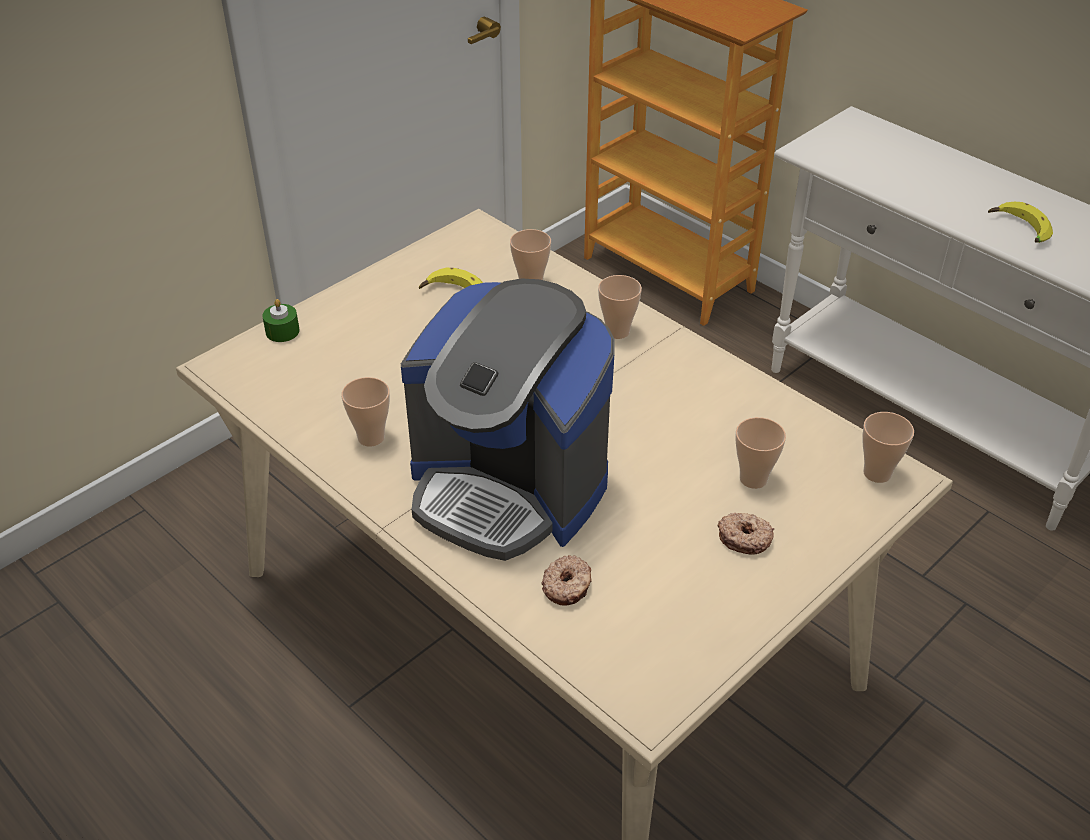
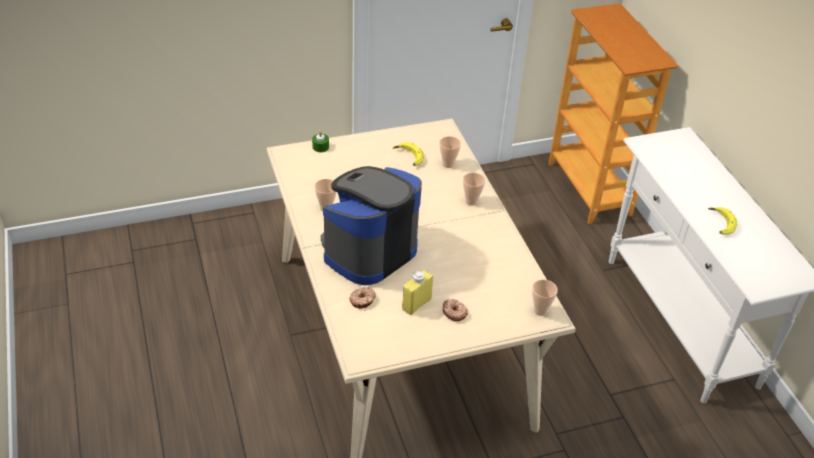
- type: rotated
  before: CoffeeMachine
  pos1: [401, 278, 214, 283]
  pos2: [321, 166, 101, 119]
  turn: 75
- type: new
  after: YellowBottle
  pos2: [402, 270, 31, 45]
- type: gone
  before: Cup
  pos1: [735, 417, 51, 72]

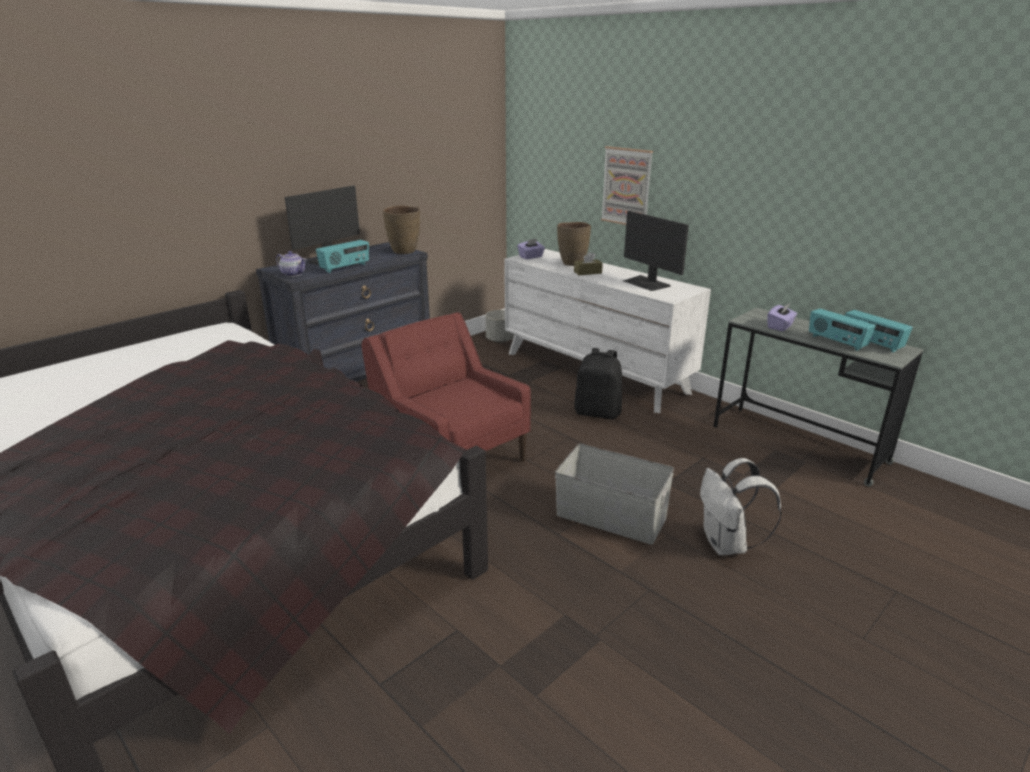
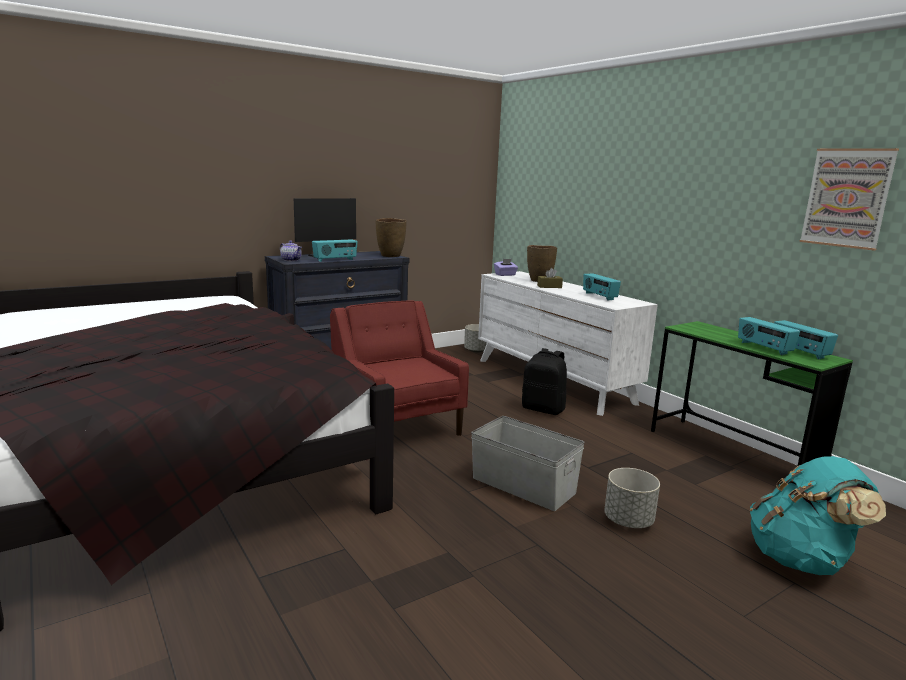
- type: swapped
  before: Monitor
  after: Radio
  pos1: [623, 211, 66, 80]
  pos2: [583, 273, 38, 27]
- type: swapped
  before: WhiteBackpack
  after: GreyPlanter
  pos1: [700, 458, 82, 97]
  pos2: [604, 468, 56, 60]
- type: repainted
  before: GreyDesk
  after: GreenDesk
  pos1: [714, 308, 209, 179]
  pos2: [651, 321, 202, 145]
- type: new
  after: TurquoiseBackpack
  pos2: [750, 456, 136, 119]
- type: shifted
  before: Picture
  pos1: [601, 146, 52, 79]
  pos2: [799, 148, 100, 102]
- type: gone
  before: PurpleTissueBox
  pos1: [768, 303, 29, 28]

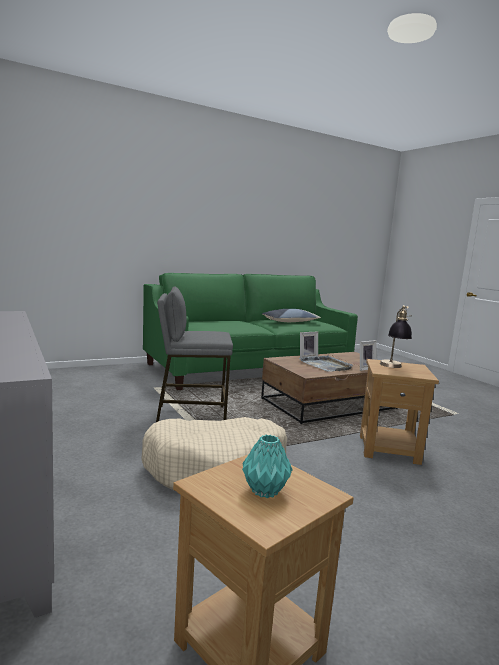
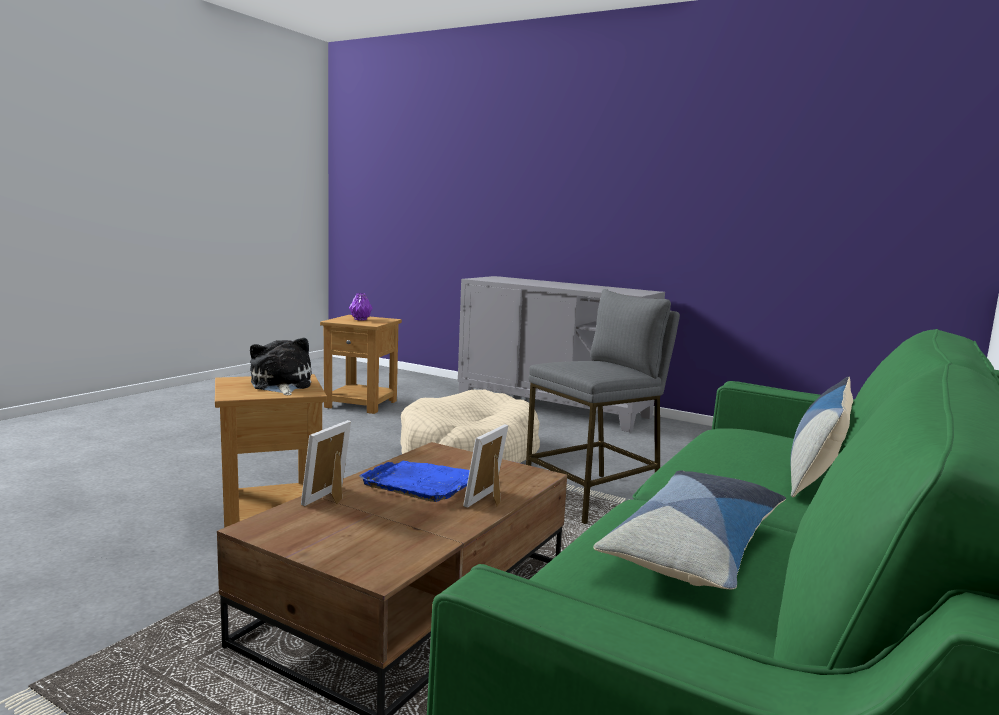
- type: swapped
  before: TableLamp
  after: PlushToy
  pos1: [380, 305, 32, 63]
  pos2: [250, 338, 62, 57]
- type: repainted
  before: TurquoiseVase
  after: PurpleVase
  pos1: [242, 435, 51, 63]
  pos2: [349, 293, 24, 28]
- type: repainted
  before: GreyTray
  after: BlueTray
  pos1: [299, 355, 54, 17]
  pos2: [359, 461, 111, 41]
- type: new
  after: Pillow
  pos2: [790, 376, 63, 121]

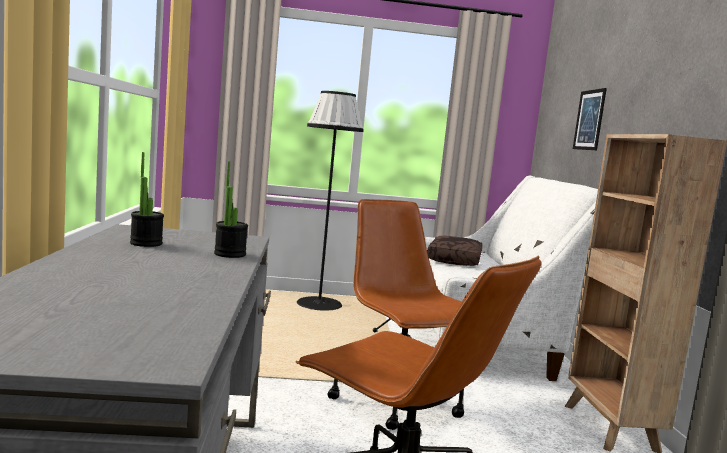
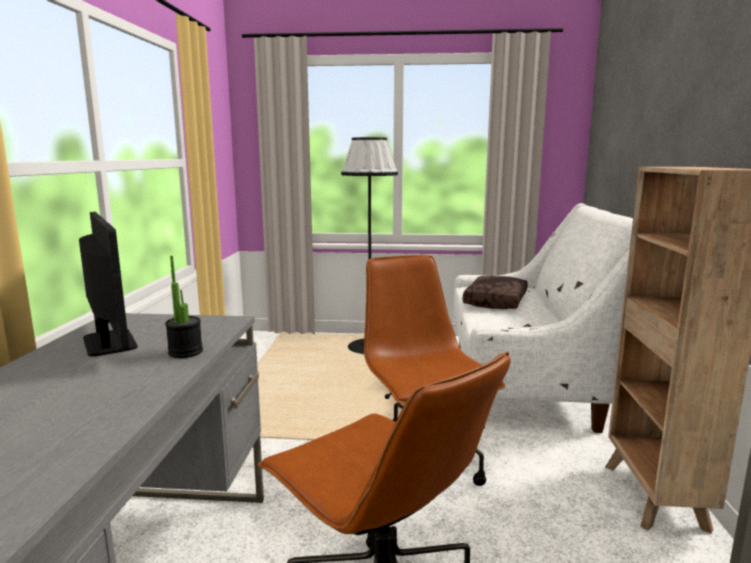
- type: swapped
  before: PottedPlant
  after: Monitor
  pos1: [130, 152, 34, 95]
  pos2: [79, 212, 58, 145]
- type: gone
  before: Picture
  pos1: [573, 88, 34, 62]

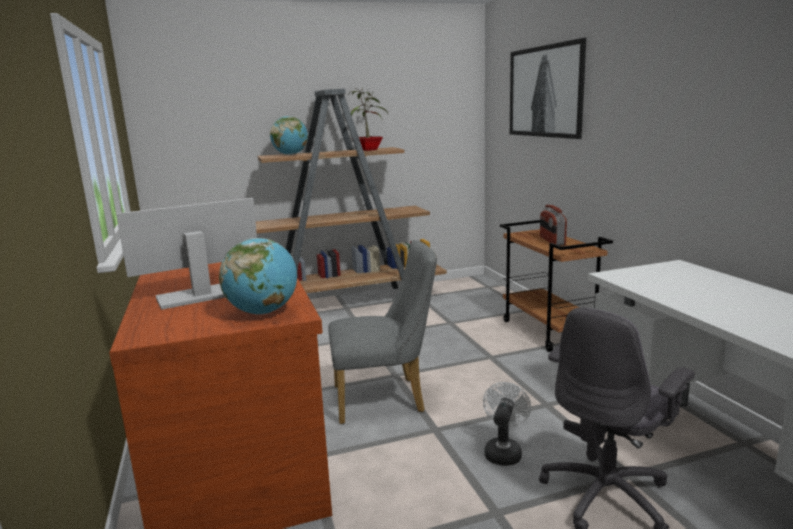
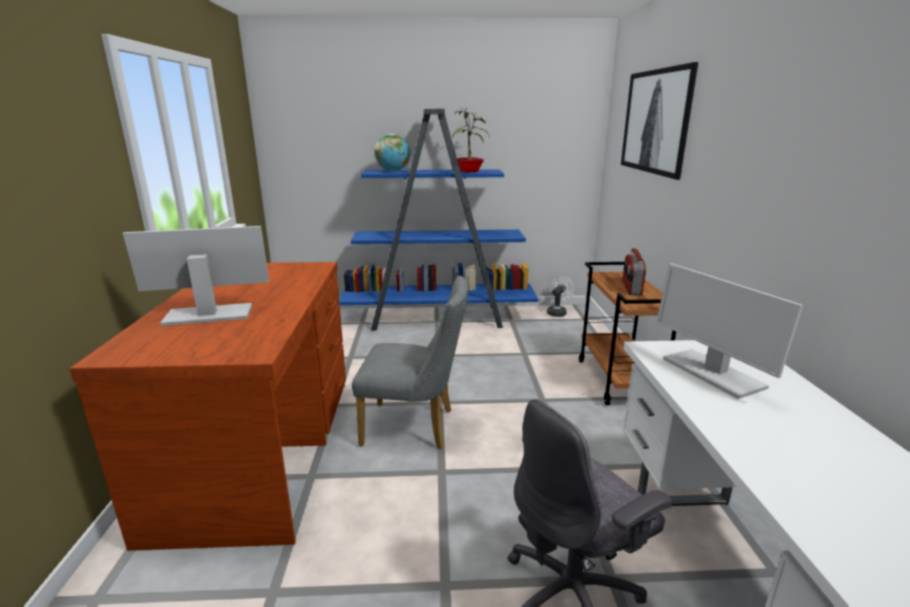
- type: repainted
  before: BrownBookcase
  after: BlueBookcase
  pos1: [256, 89, 191, 204]
  pos2: [338, 109, 200, 221]
- type: shifted
  before: WhiteFan
  pos1: [483, 382, 48, 84]
  pos2: [547, 276, 27, 41]
- type: new
  after: Monitor
  pos2: [656, 263, 147, 136]
- type: gone
  before: Globe
  pos1: [219, 238, 78, 77]

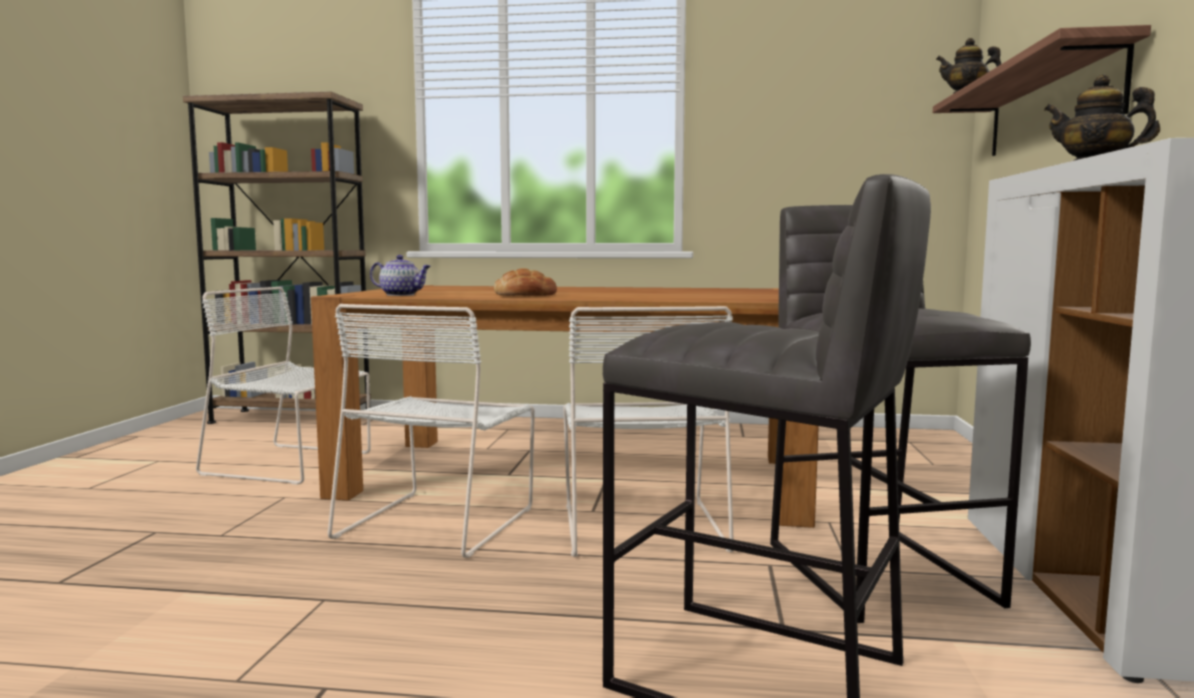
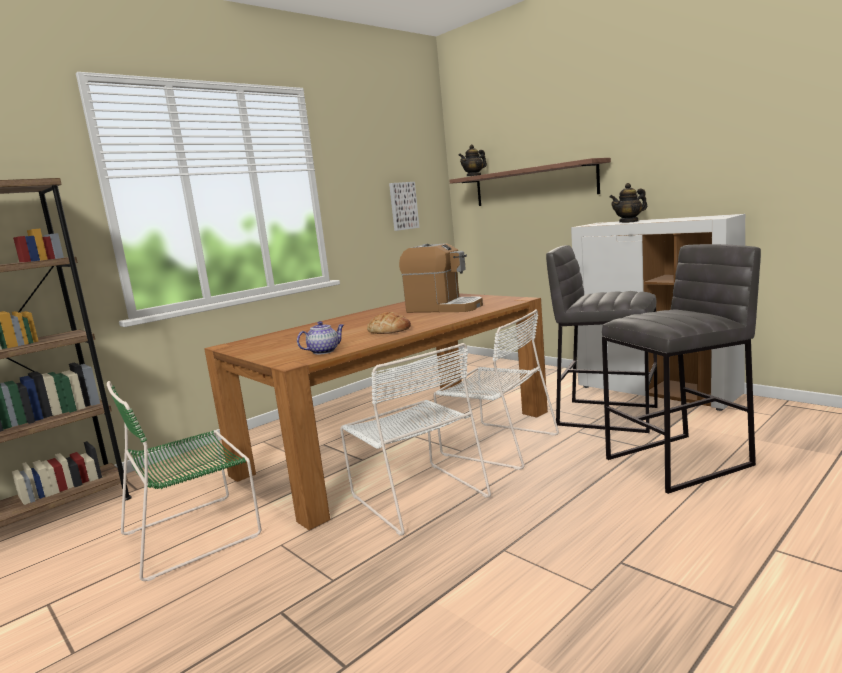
- type: repainted
  before: WhiteChair
  after: GreenChair
  pos1: [196, 287, 175, 198]
  pos2: [107, 381, 154, 200]
- type: new
  after: Picture
  pos2: [389, 182, 31, 49]
- type: new
  after: CoffeeMachine
  pos2: [399, 243, 84, 70]

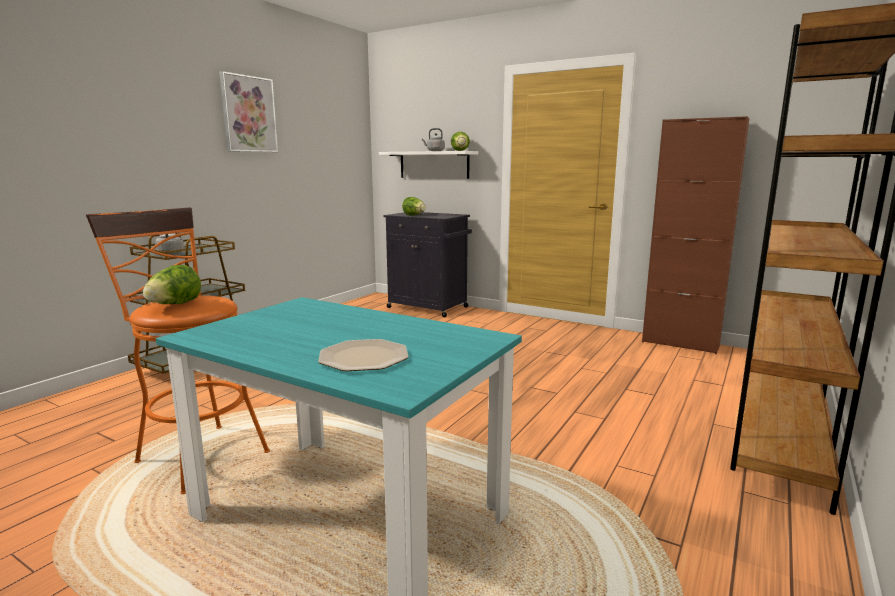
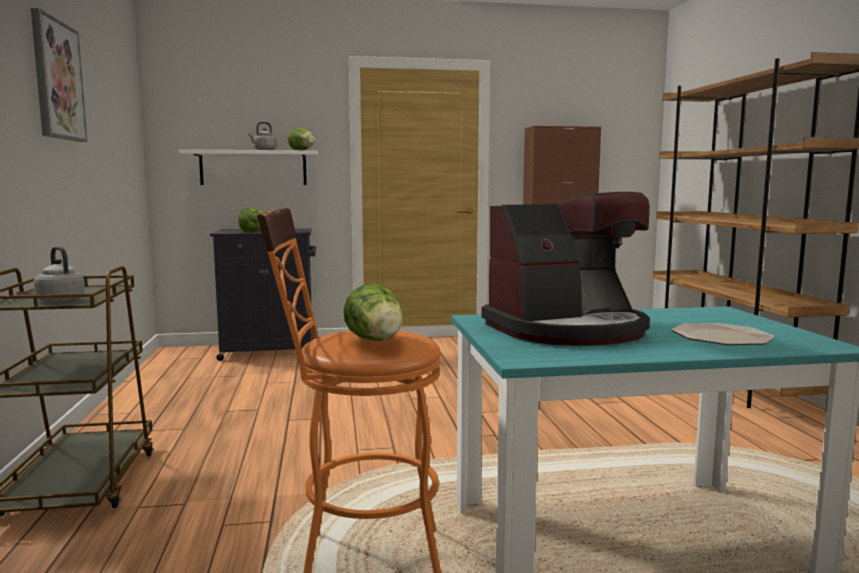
- type: new
  after: CoffeeMachine
  pos2: [481, 192, 169, 154]

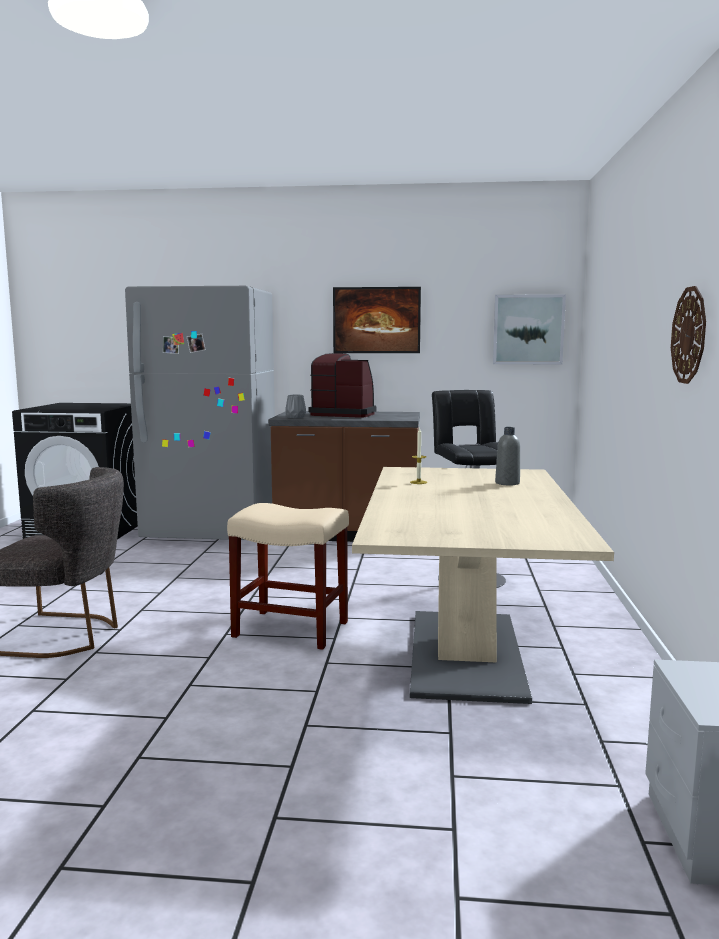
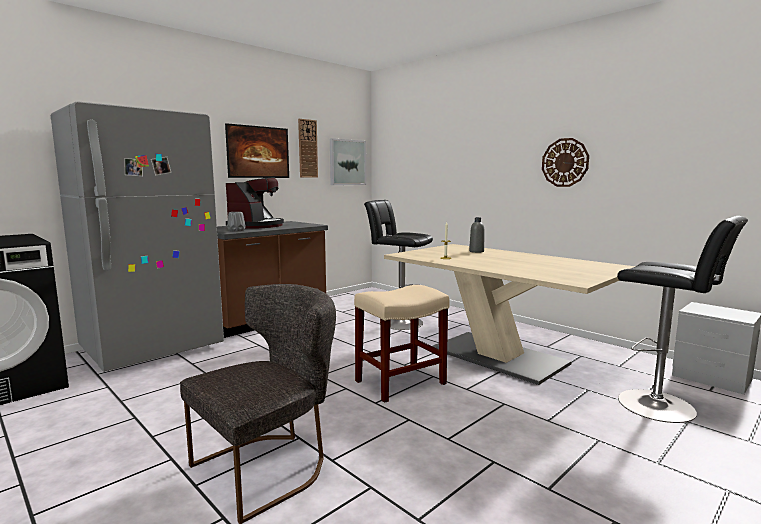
- type: rotated
  before: CoffeeMachine
  pos1: [309, 353, 67, 65]
  pos2: [226, 178, 58, 51]
  turn: 135
- type: new
  after: WallClock
  pos2: [298, 119, 20, 59]
- type: new
  after: BlackStool
  pos2: [617, 216, 131, 207]

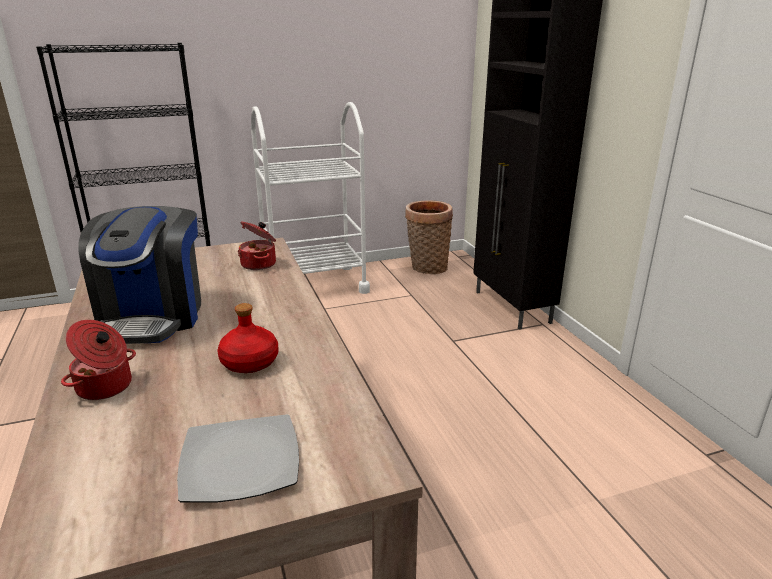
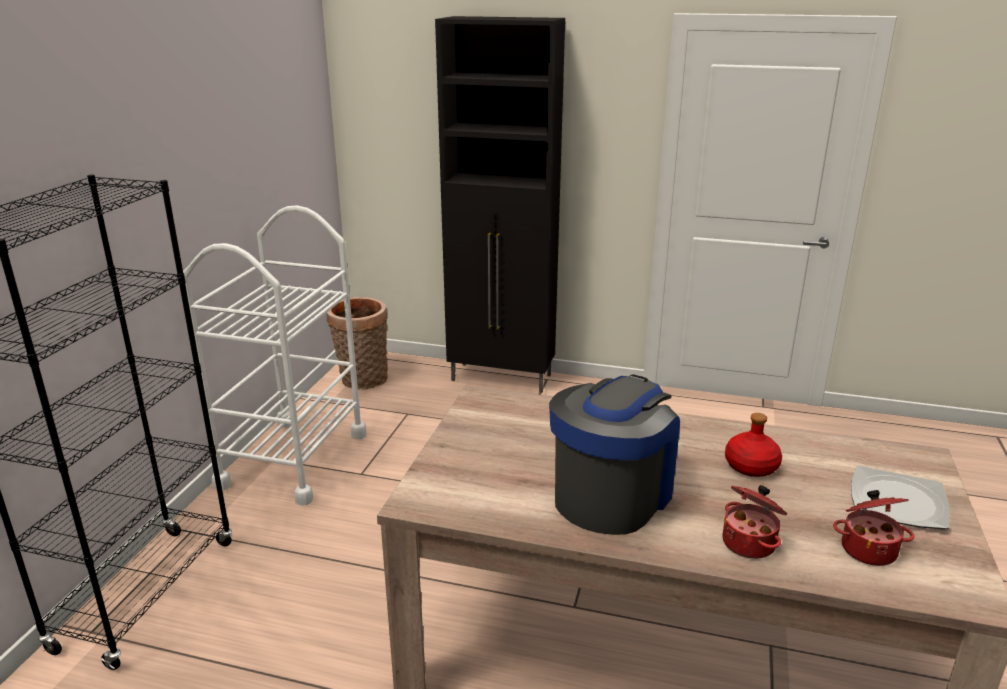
- type: rotated
  before: CoffeeMachine
  pos1: [78, 206, 123, 138]
  pos2: [549, 375, 131, 160]
  turn: -90
- type: shifted
  before: CookingPot
  pos1: [238, 221, 38, 49]
  pos2: [833, 490, 81, 76]

